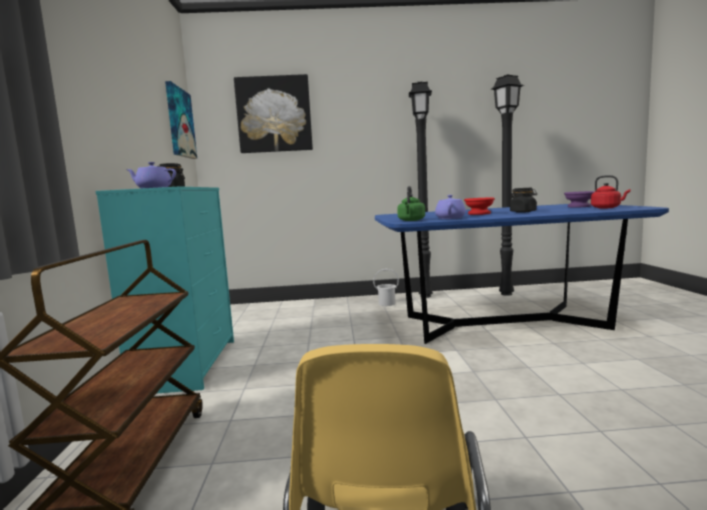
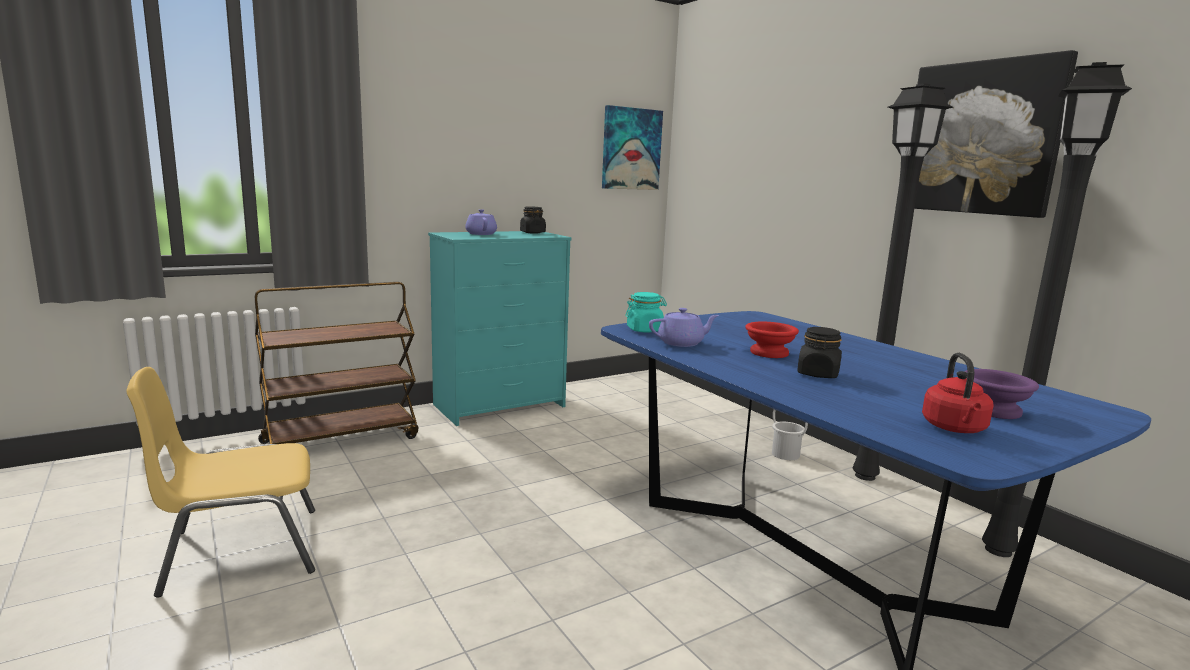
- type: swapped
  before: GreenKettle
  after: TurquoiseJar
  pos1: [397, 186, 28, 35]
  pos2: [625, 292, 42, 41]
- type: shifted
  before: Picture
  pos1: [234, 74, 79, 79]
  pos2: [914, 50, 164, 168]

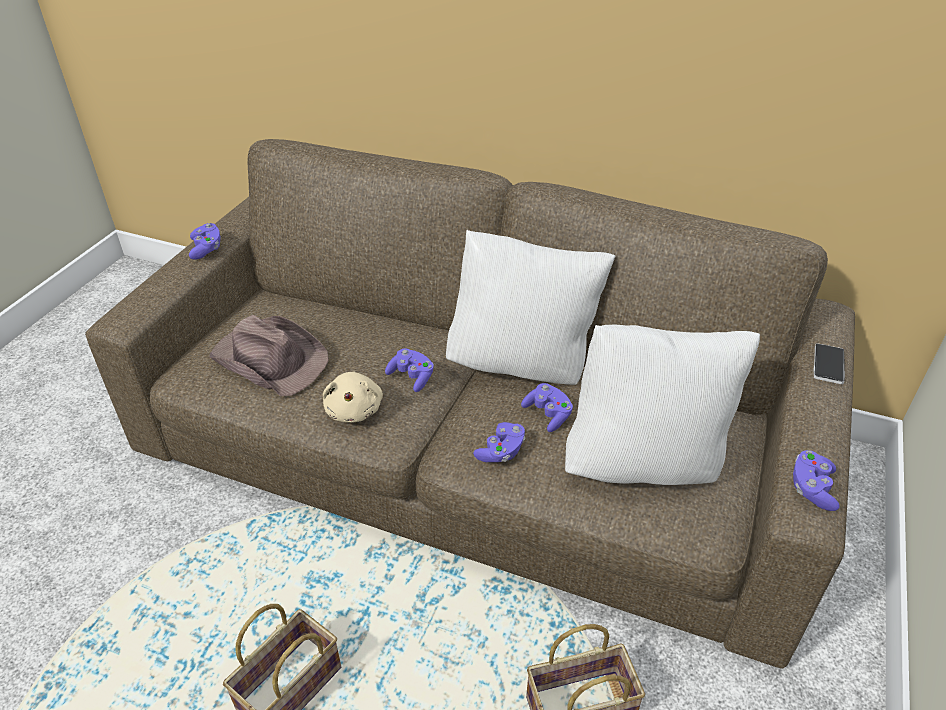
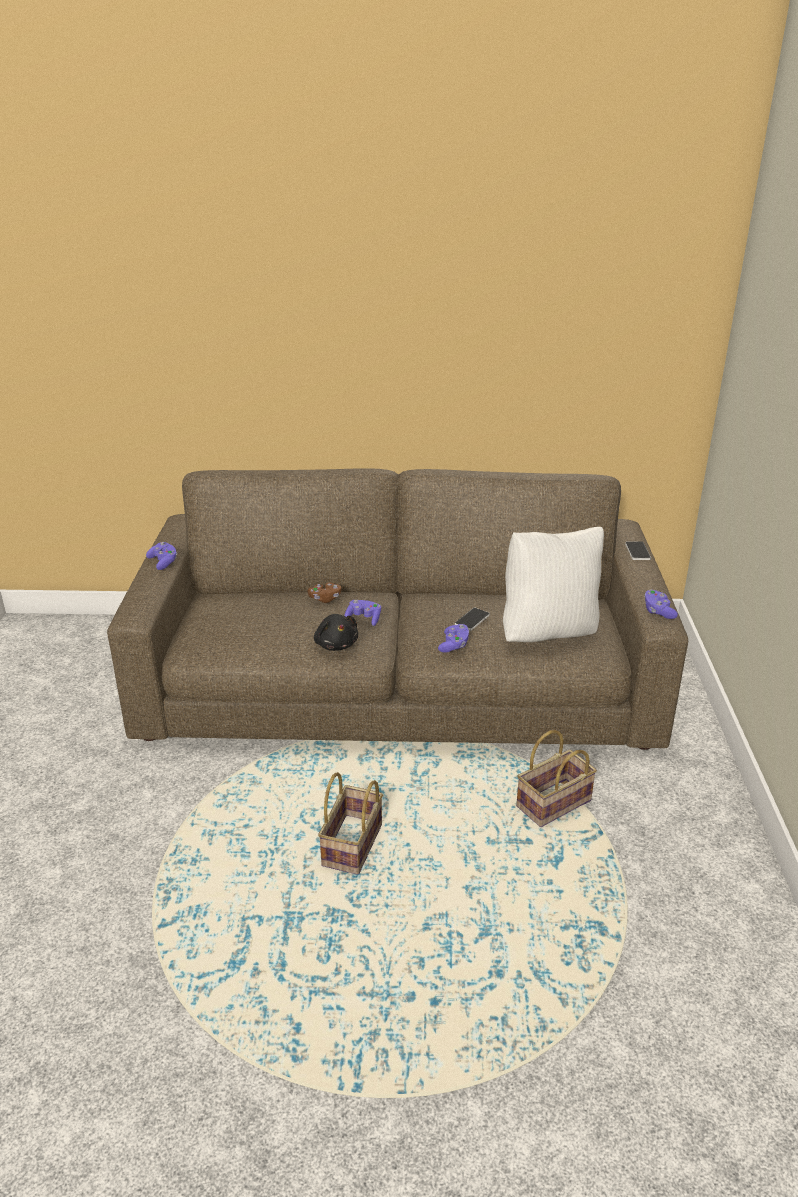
- type: new
  after: BrownGameController
  pos2: [308, 583, 33, 20]
- type: repainted
  before: BeigePlushToy
  after: BlackPlushToy
  pos1: [323, 371, 60, 52]
  pos2: [314, 614, 44, 37]
- type: swapped
  before: PurpleGameController
  after: Phone
  pos1: [521, 383, 52, 49]
  pos2: [455, 608, 35, 23]
- type: gone
  before: BrownHat
  pos1: [209, 315, 120, 81]
- type: gone
  before: WhitePillow
  pos1: [446, 230, 169, 155]

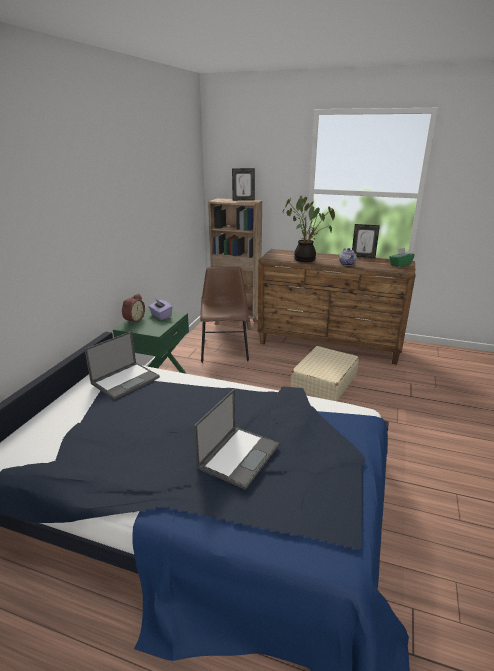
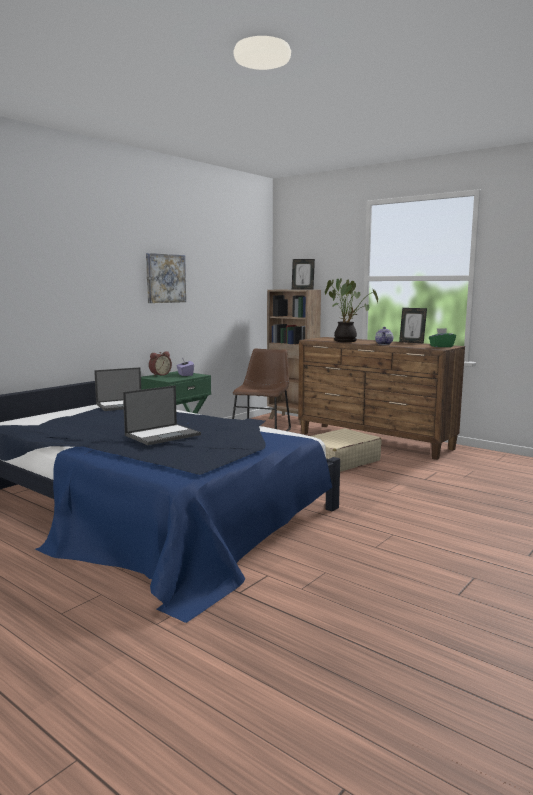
- type: new
  after: Picture
  pos2: [146, 253, 40, 50]

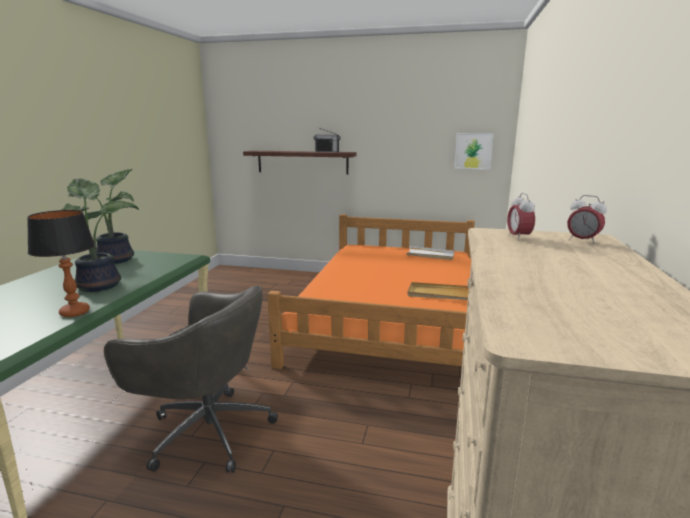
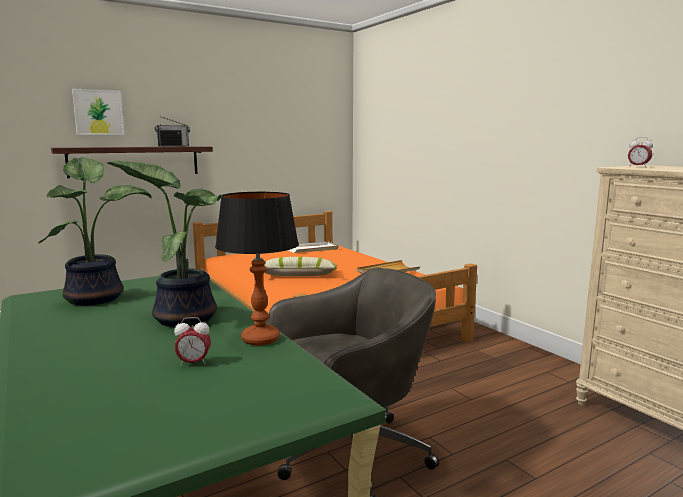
- type: shifted
  before: Picture
  pos1: [454, 133, 40, 36]
  pos2: [72, 89, 52, 46]
- type: shifted
  before: AlarmClock
  pos1: [567, 195, 40, 49]
  pos2: [174, 317, 37, 50]
- type: new
  after: Pillow
  pos2: [264, 257, 73, 19]

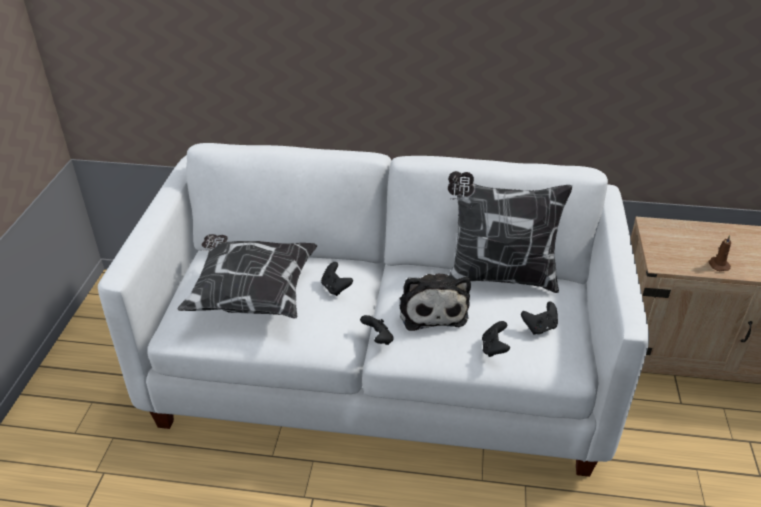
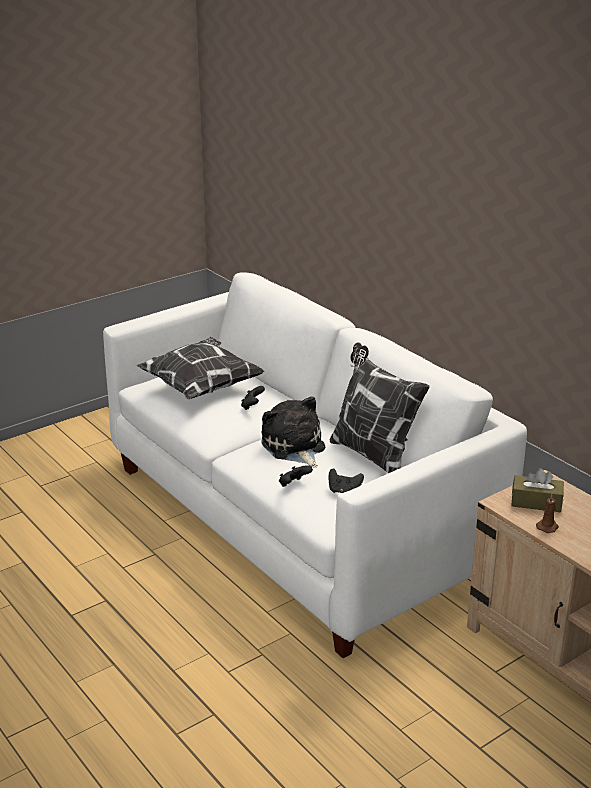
- type: rotated
  before: PlushToy
  pos1: [399, 273, 72, 58]
  pos2: [261, 396, 64, 72]
  turn: 120
- type: new
  after: BrownTissueBox
  pos2: [511, 468, 53, 44]
- type: gone
  before: BlackGameController
  pos1: [360, 315, 34, 30]

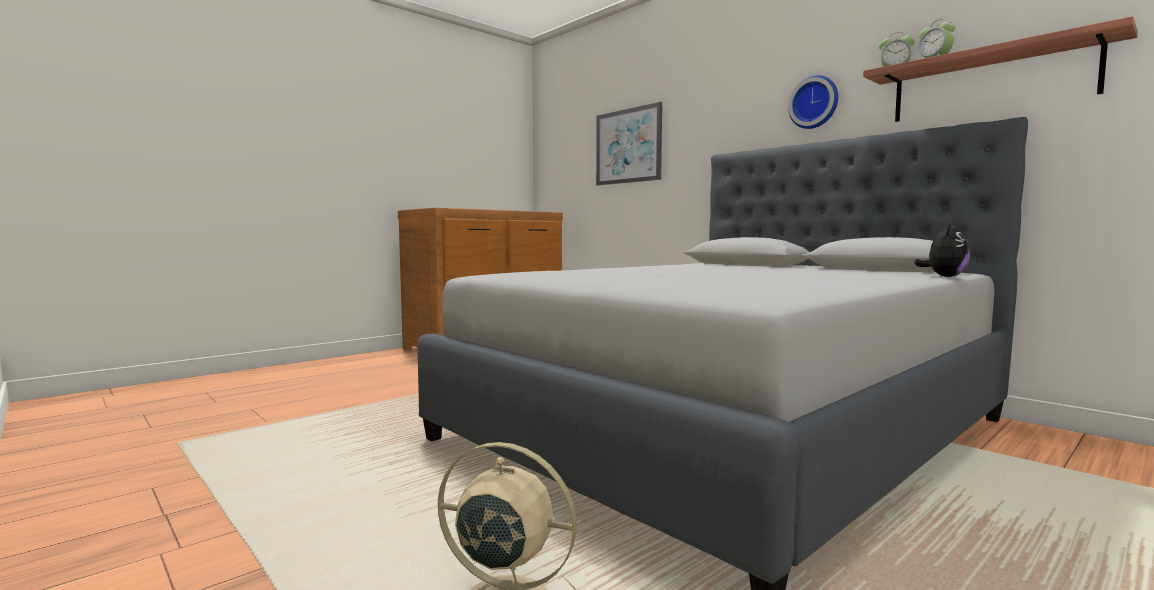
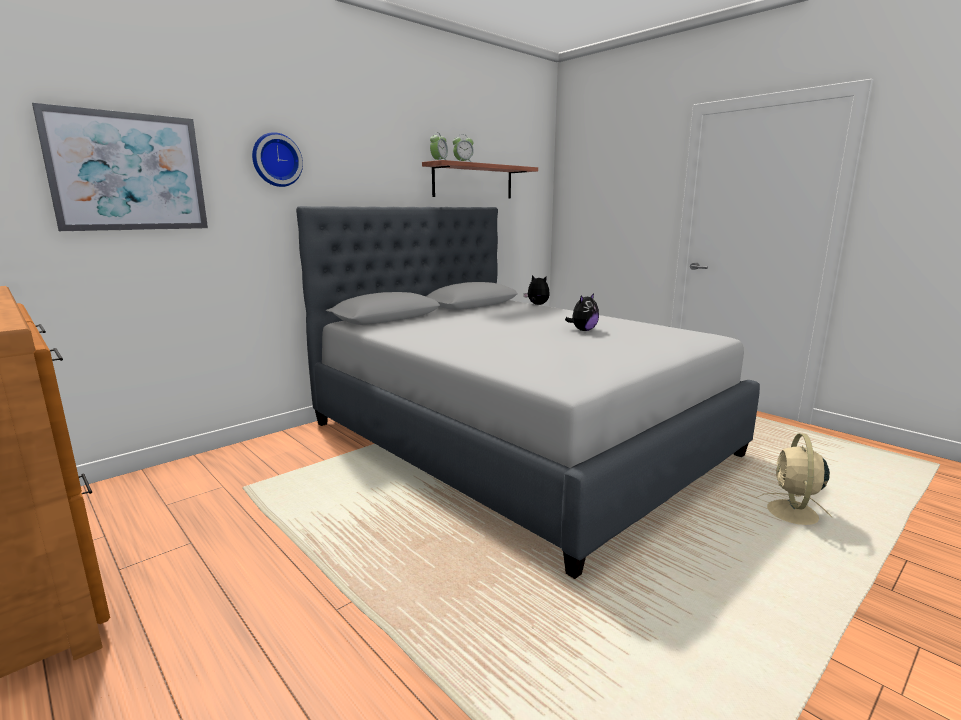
- type: shifted
  before: WallClock
  pos1: [788, 75, 50, 54]
  pos2: [252, 132, 51, 55]
- type: new
  after: PlushToy
  pos2: [565, 293, 34, 38]

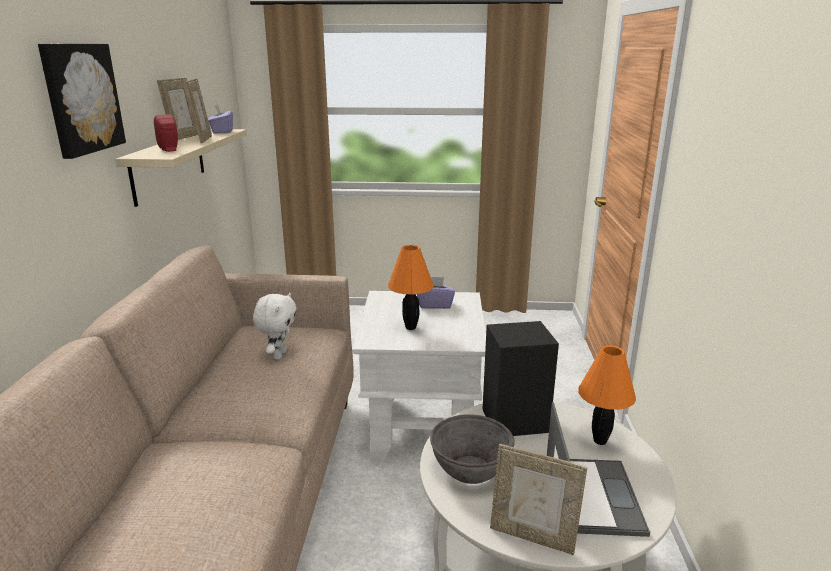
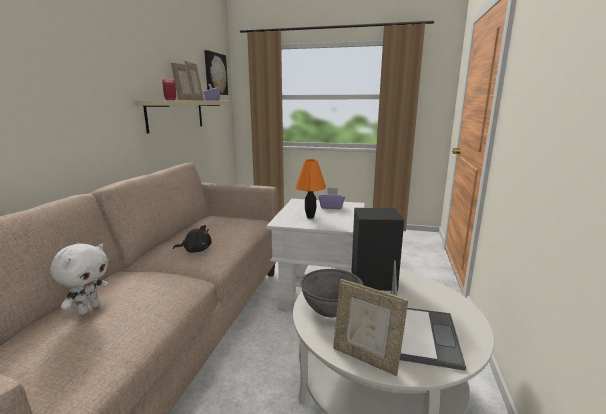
- type: shifted
  before: WhitePlushToy
  pos1: [253, 293, 44, 66]
  pos2: [50, 243, 59, 72]
- type: new
  after: BlackPlushToy
  pos2: [173, 225, 39, 28]
- type: shifted
  before: Picture
  pos1: [38, 44, 88, 115]
  pos2: [204, 50, 24, 45]
- type: gone
  before: OrangeTableLamp
  pos1: [578, 345, 58, 100]

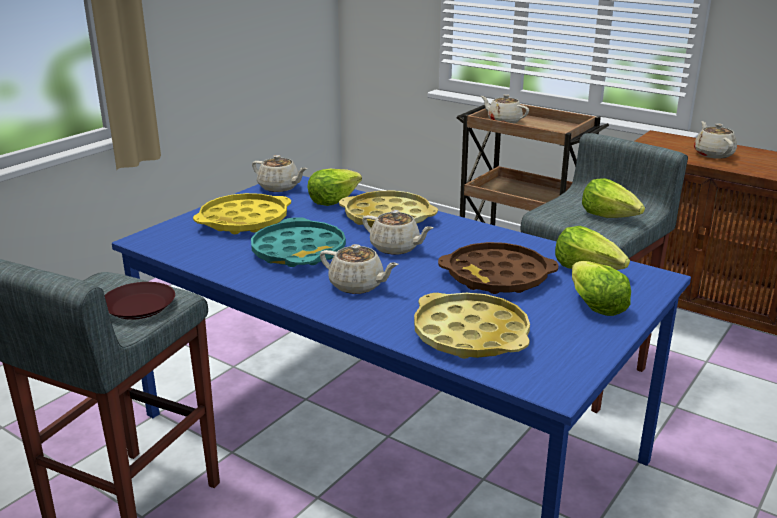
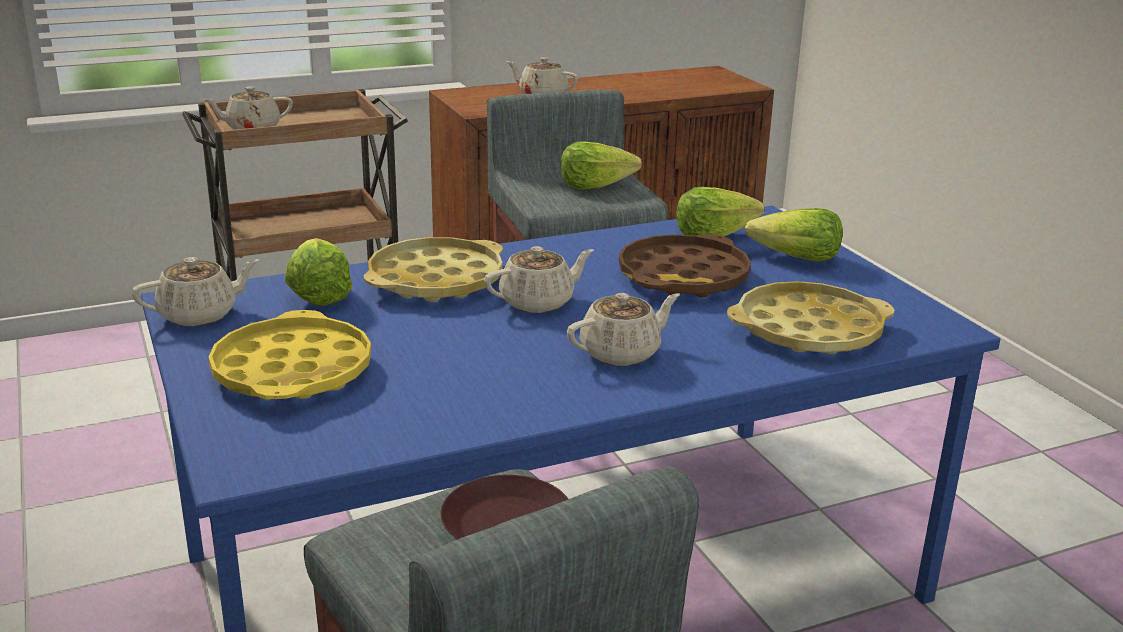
- type: gone
  before: TurquoiseTray
  pos1: [251, 217, 95, 50]

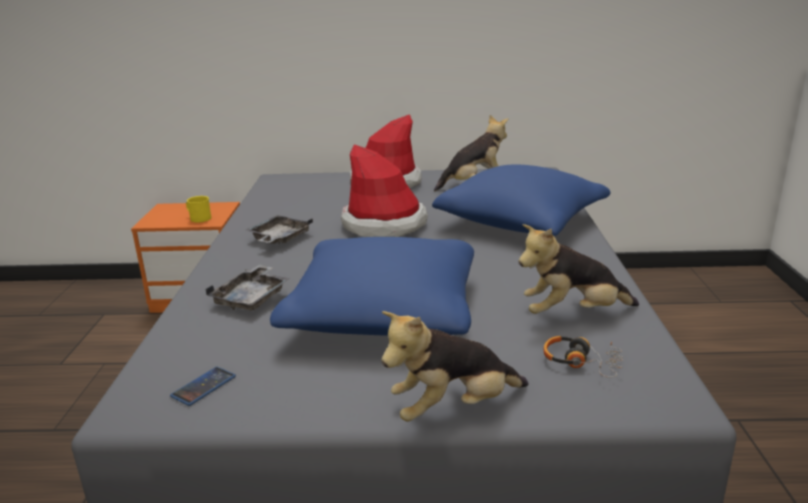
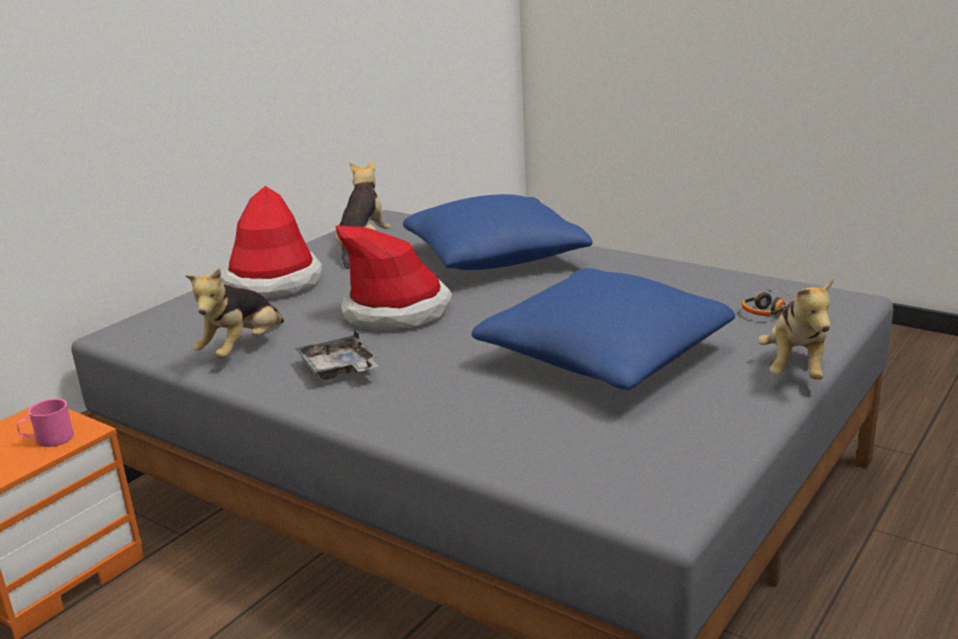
- type: repainted
  before: YellowMug
  after: PinkMug
  pos1: [186, 196, 25, 27]
  pos2: [17, 398, 57, 49]
- type: shifted
  before: PlushToy
  pos1: [519, 224, 120, 90]
  pos2: [185, 268, 99, 91]
- type: gone
  before: Phone
  pos1: [170, 367, 66, 39]
- type: gone
  before: GreyTray
  pos1: [205, 265, 85, 45]

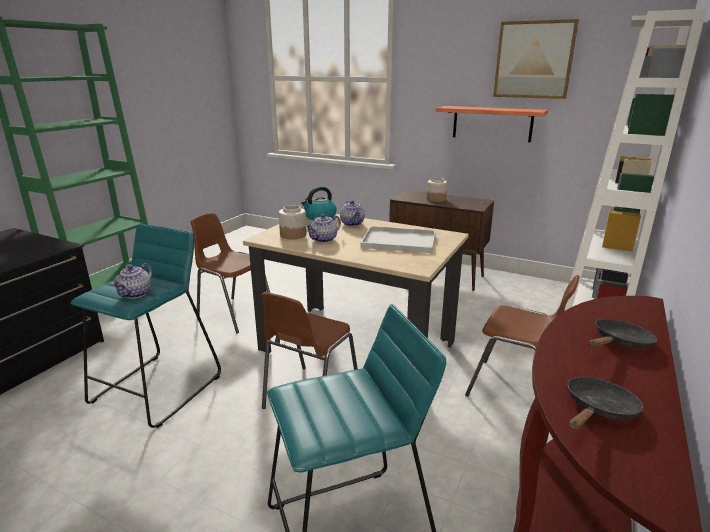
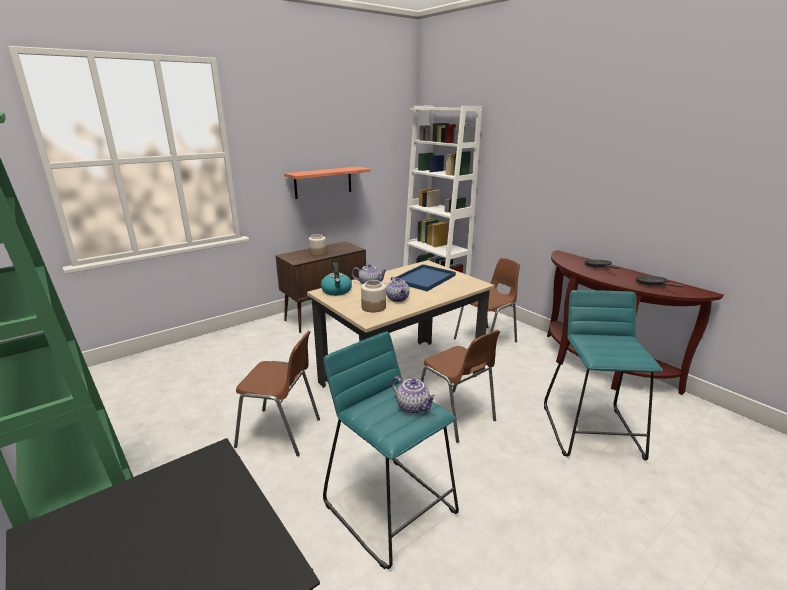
- type: rotated
  before: BrownChair
  pos1: [190, 213, 80, 120]
  pos2: [234, 331, 86, 126]
  turn: -135
- type: repainted
  before: WhiteTray
  after: BlueTray
  pos1: [361, 226, 75, 27]
  pos2: [394, 264, 62, 27]
- type: gone
  before: Picture
  pos1: [493, 19, 86, 80]

